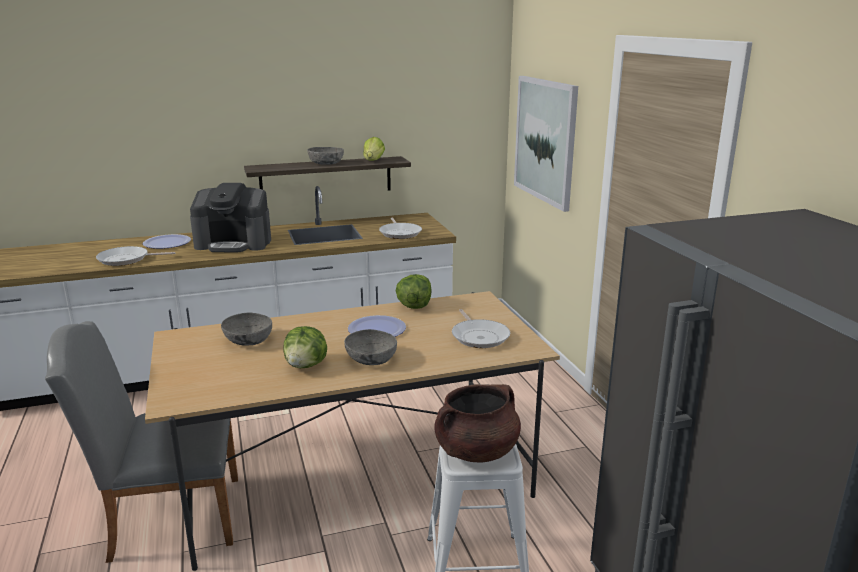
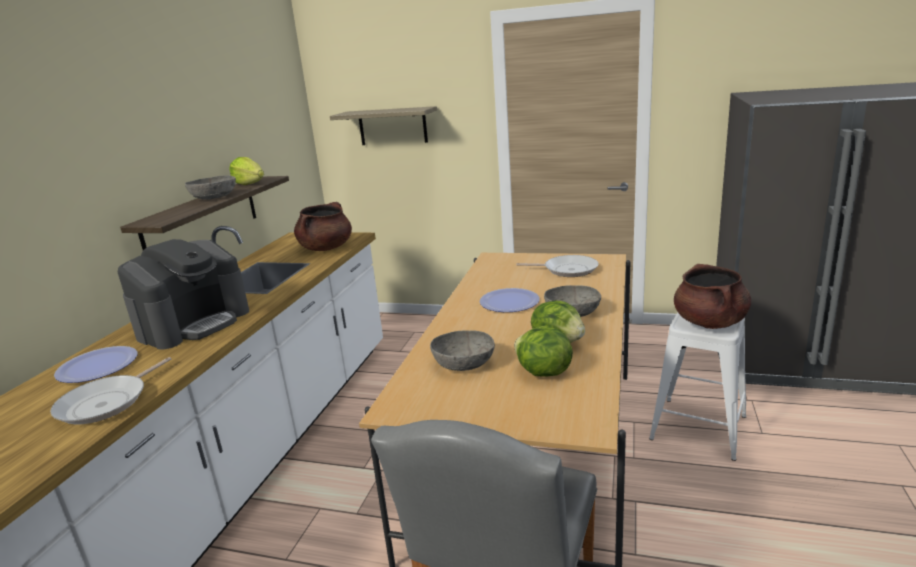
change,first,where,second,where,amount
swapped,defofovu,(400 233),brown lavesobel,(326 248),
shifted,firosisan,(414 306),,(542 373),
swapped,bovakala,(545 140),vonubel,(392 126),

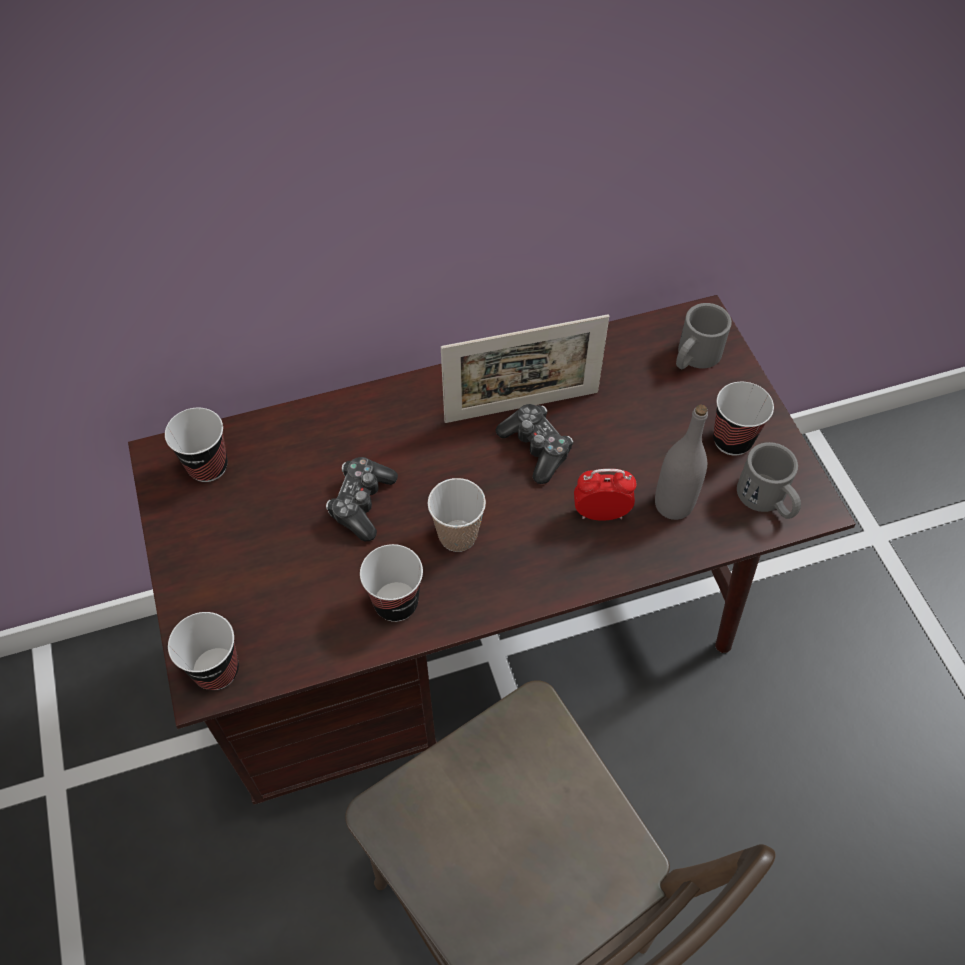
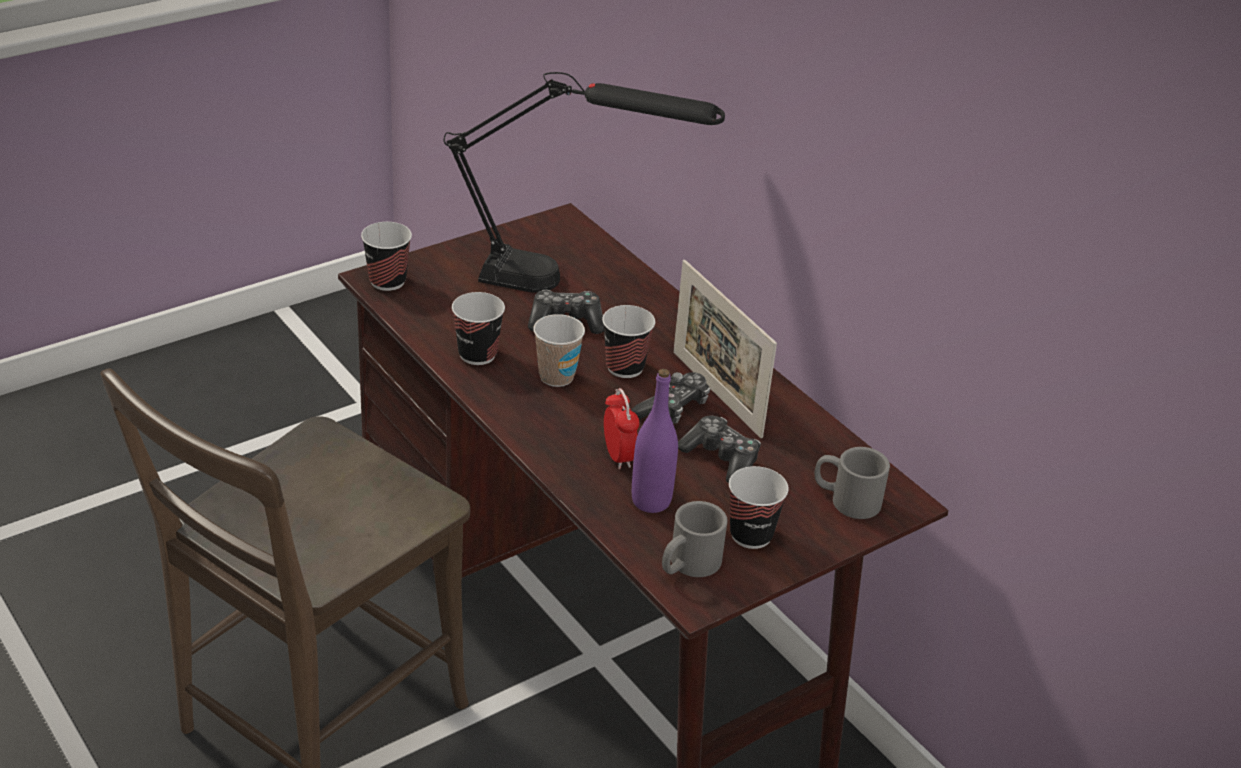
change,first,where,second,where,amount
shifted,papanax,(208 466),,(625 367),
repainted,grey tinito,(673 504),purple tinito,(651 501),
new,,,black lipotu,(571 285),
new,,,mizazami,(721 459),

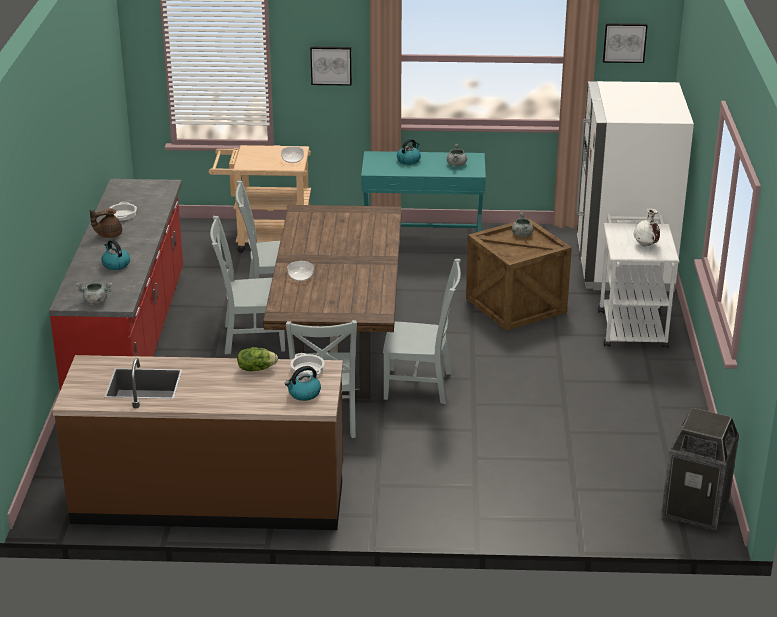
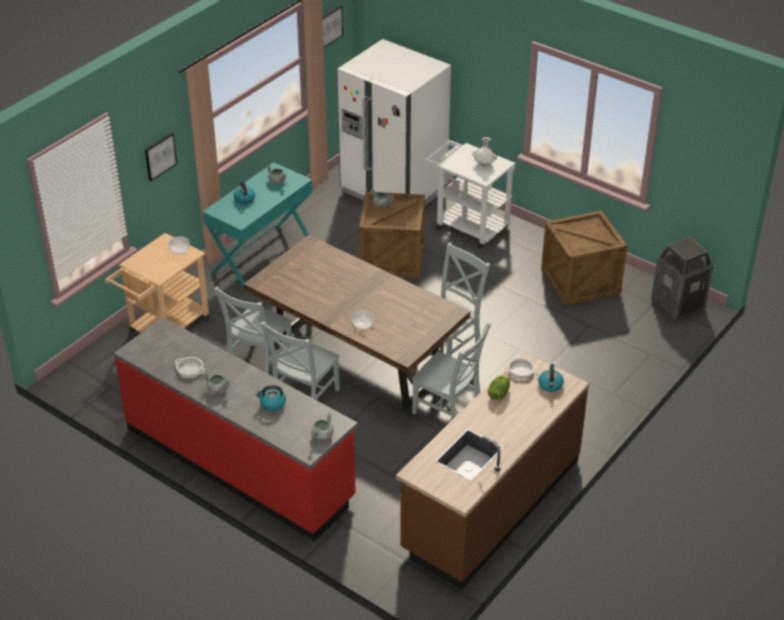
change,first,where,second,where,amount
swapped,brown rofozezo,(108 235),grey lavesobel,(217 390),
new,,,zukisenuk,(579 281),

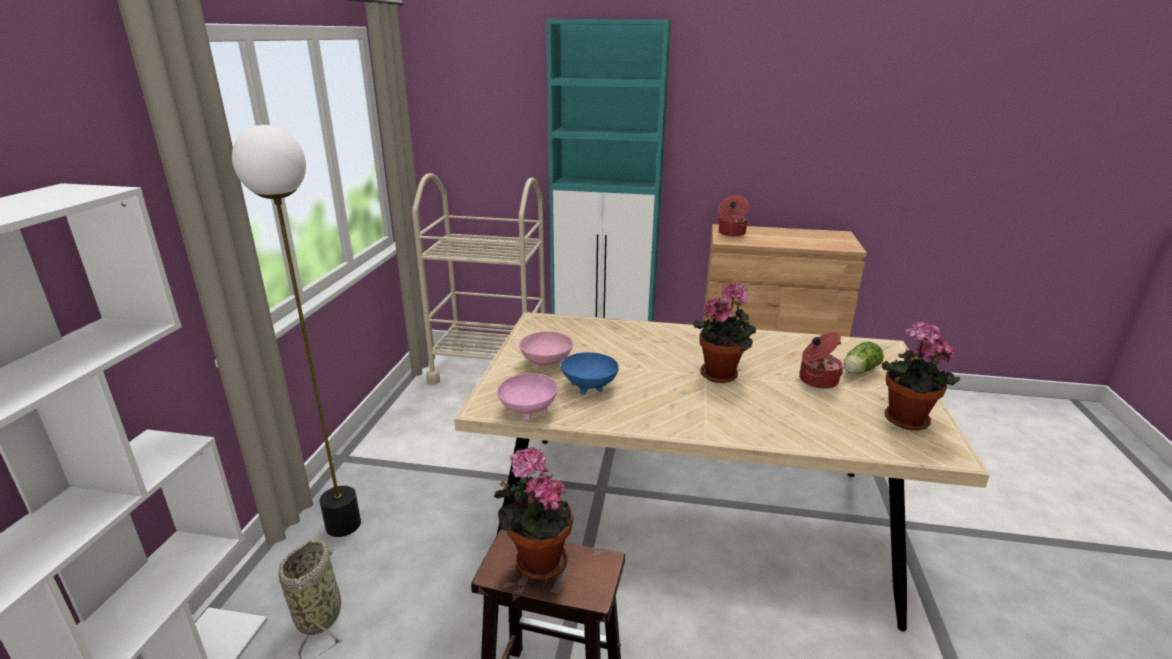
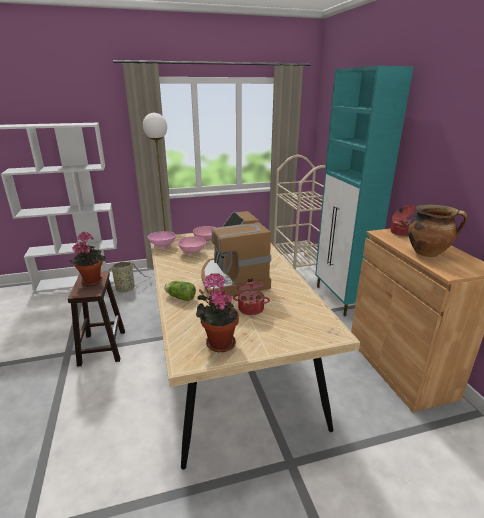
change,first,where,second,where,amount
repainted,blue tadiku,(590 386),pink tadiku,(192 253),
swapped,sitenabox,(721 373),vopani,(232 279),
shifted,firosisan,(858 371),,(180 297),
new,,,lavesobel,(428 253),

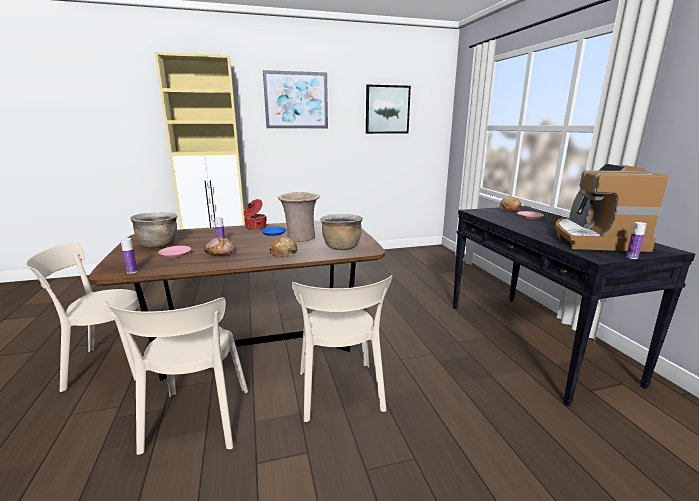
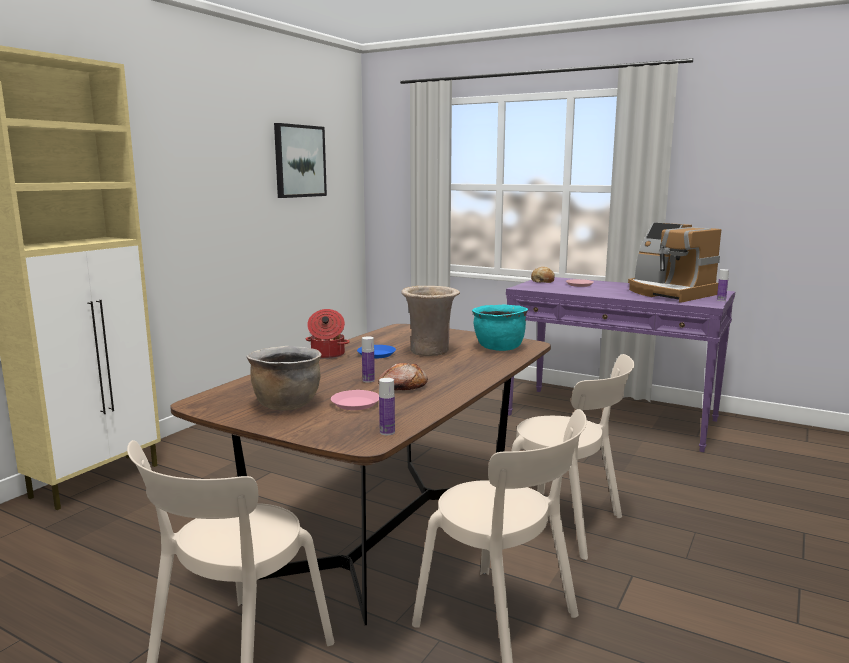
change,first,where,second,where,amount
gone,bovakala,(296 100),,,
gone,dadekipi,(283 253),,,
repainted,brown lavesobel,(341 247),turquoise lavesobel,(498 348),
repainted,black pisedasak,(533 341),purple pisedasak,(611 417),

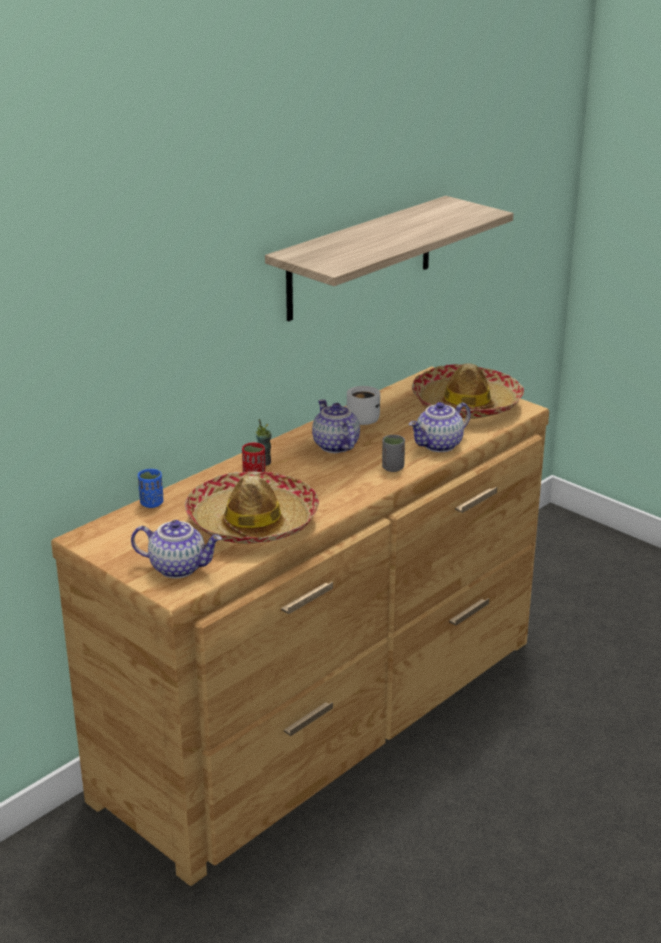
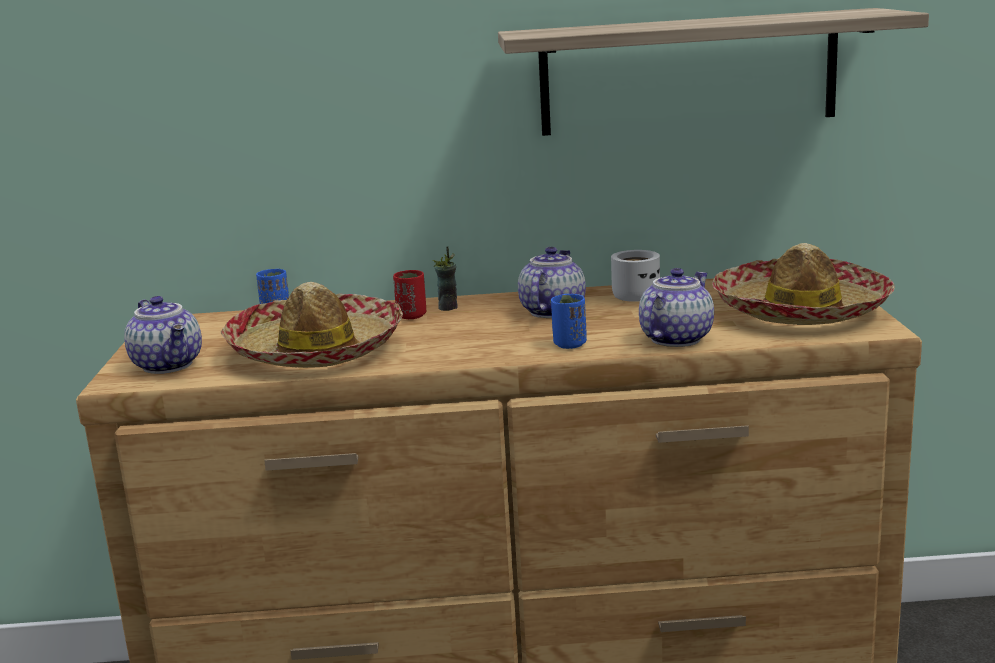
change,first,where,second,where,amount
repainted,grey papanax,(393 468),blue papanax,(569 344),
rotated,rofozezo,(439 445),,(675 338),120 degrees clockwise

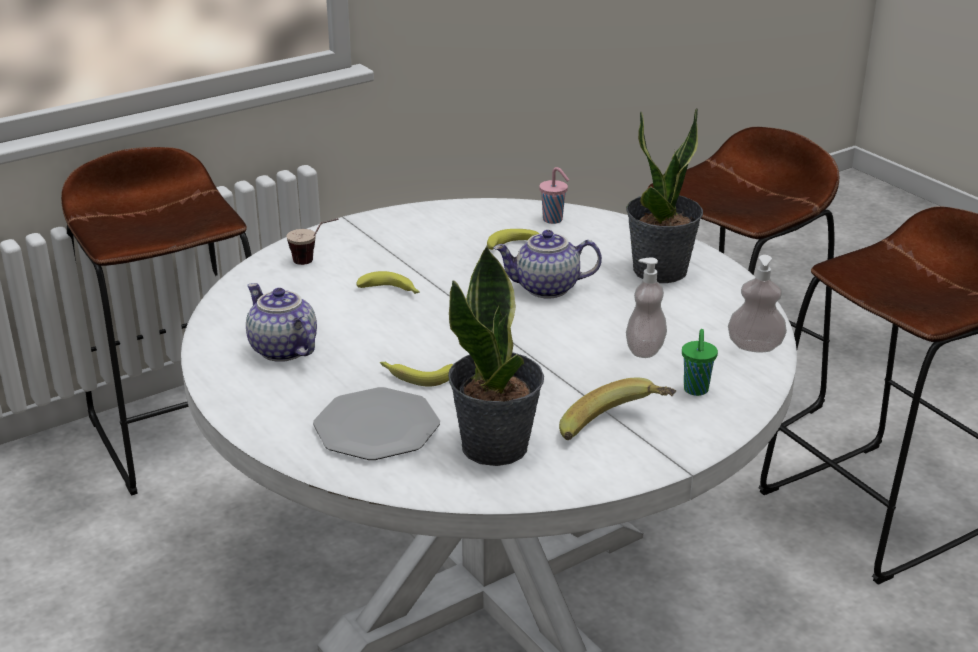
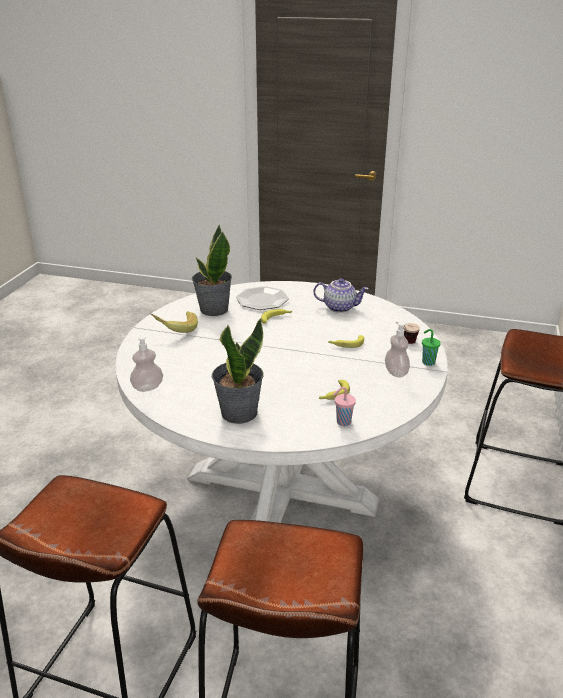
change,first,where,second,where,amount
gone,rofozezo,(546 289),,,
shifted,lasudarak,(645 349),,(396 372),
shifted,green papanax,(696 390),,(427 362),

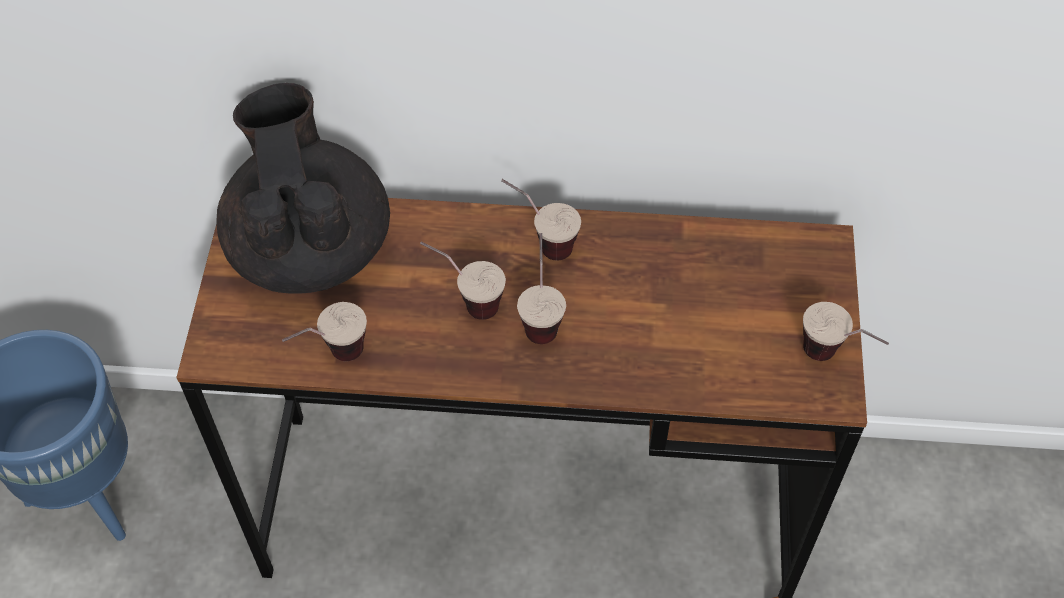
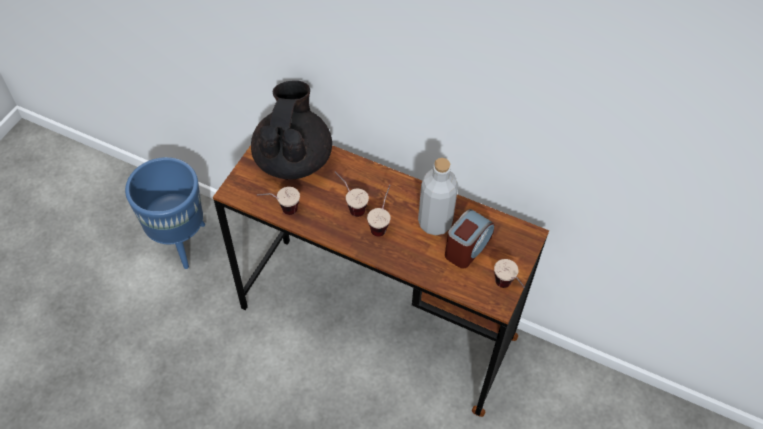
change,first,where,second,where,amount
gone,papanax,(539 242),,,
new,,,grey tinito,(435 222),
new,,,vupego,(467 247),

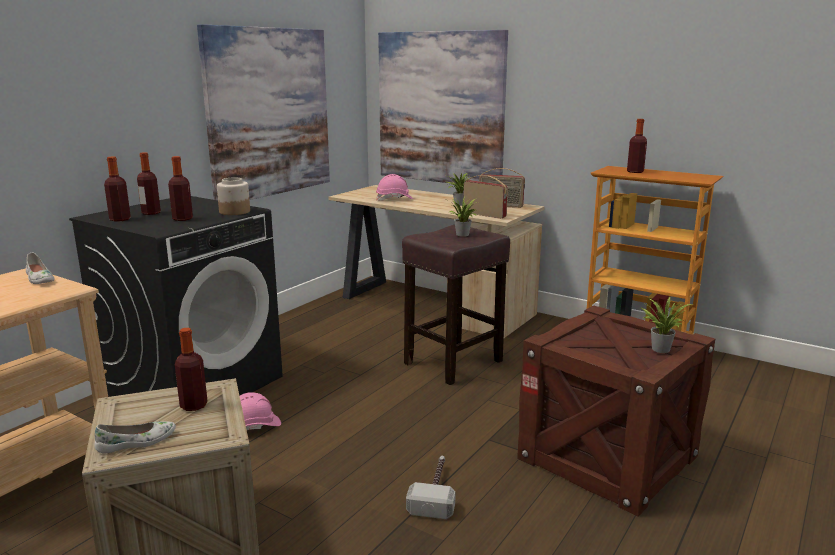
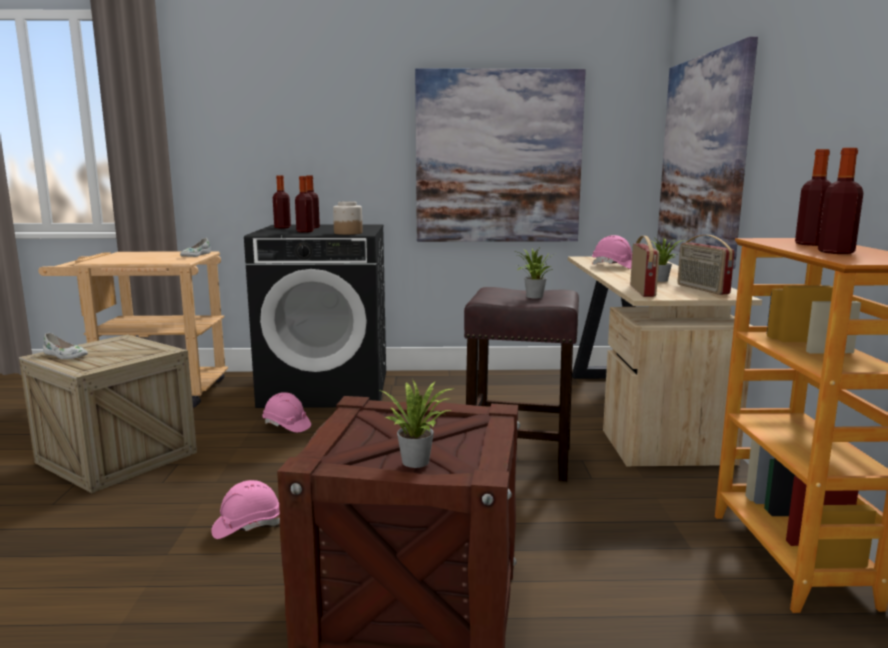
change,first,where,second,where,amount
shifted,tinito,(194 405),,(835 252),
swapped,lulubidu,(435 491),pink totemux,(247 526),

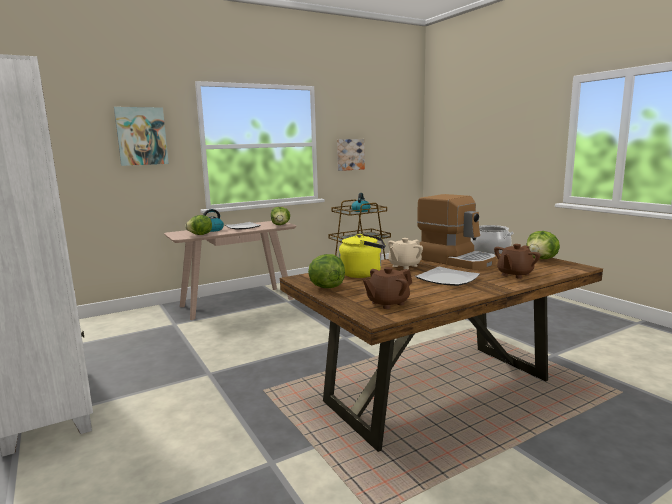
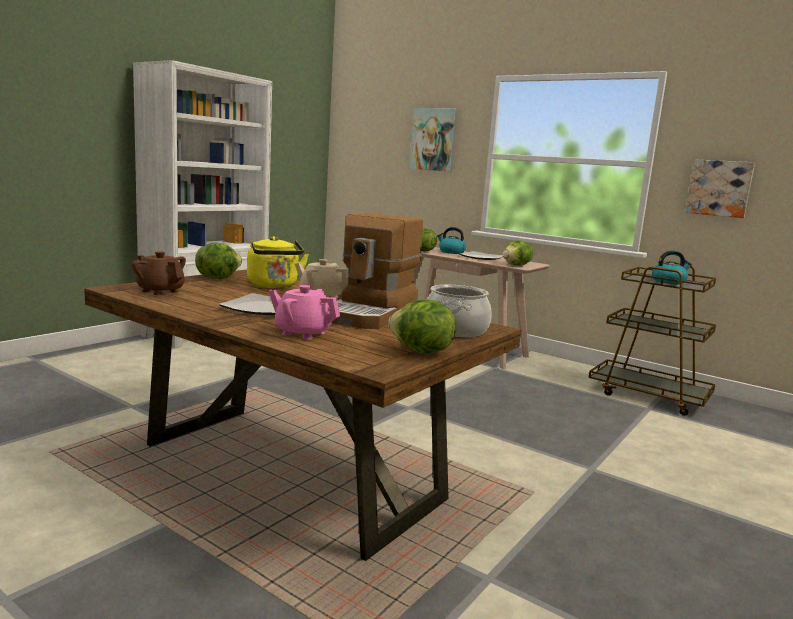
change,first,where,second,where,amount
repainted,brown rofozezo,(514 274),pink rofozezo,(302 333),

